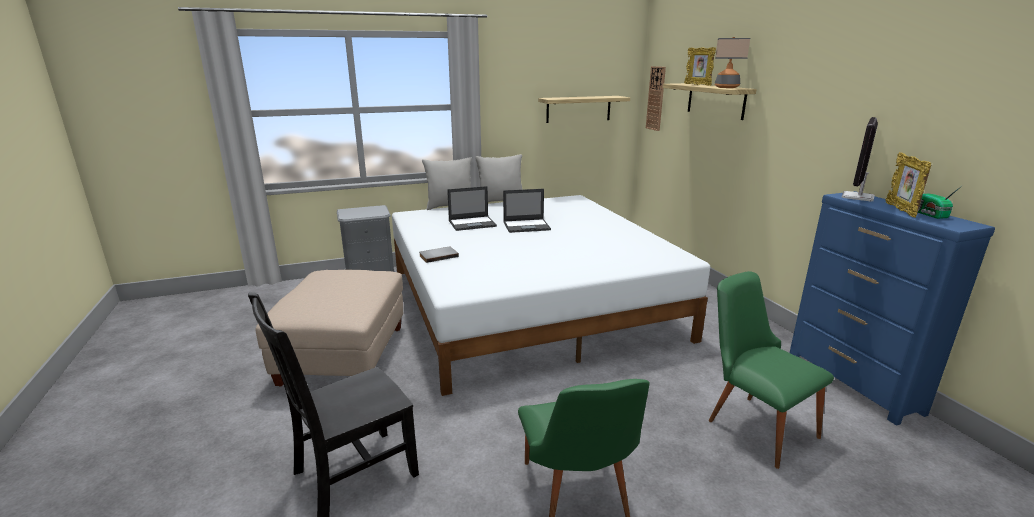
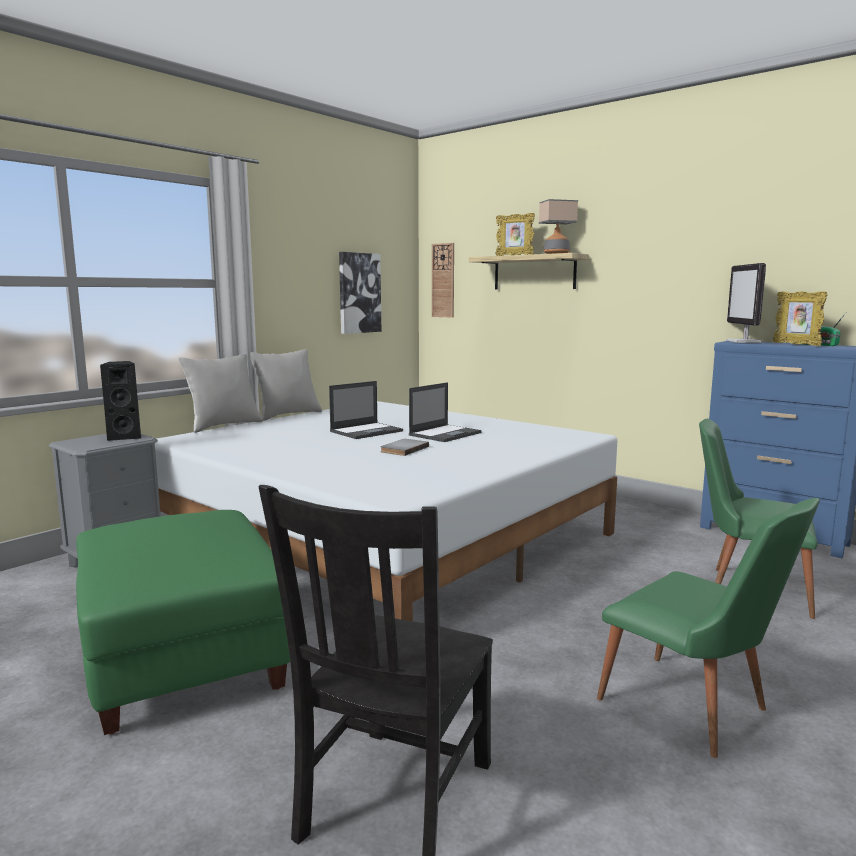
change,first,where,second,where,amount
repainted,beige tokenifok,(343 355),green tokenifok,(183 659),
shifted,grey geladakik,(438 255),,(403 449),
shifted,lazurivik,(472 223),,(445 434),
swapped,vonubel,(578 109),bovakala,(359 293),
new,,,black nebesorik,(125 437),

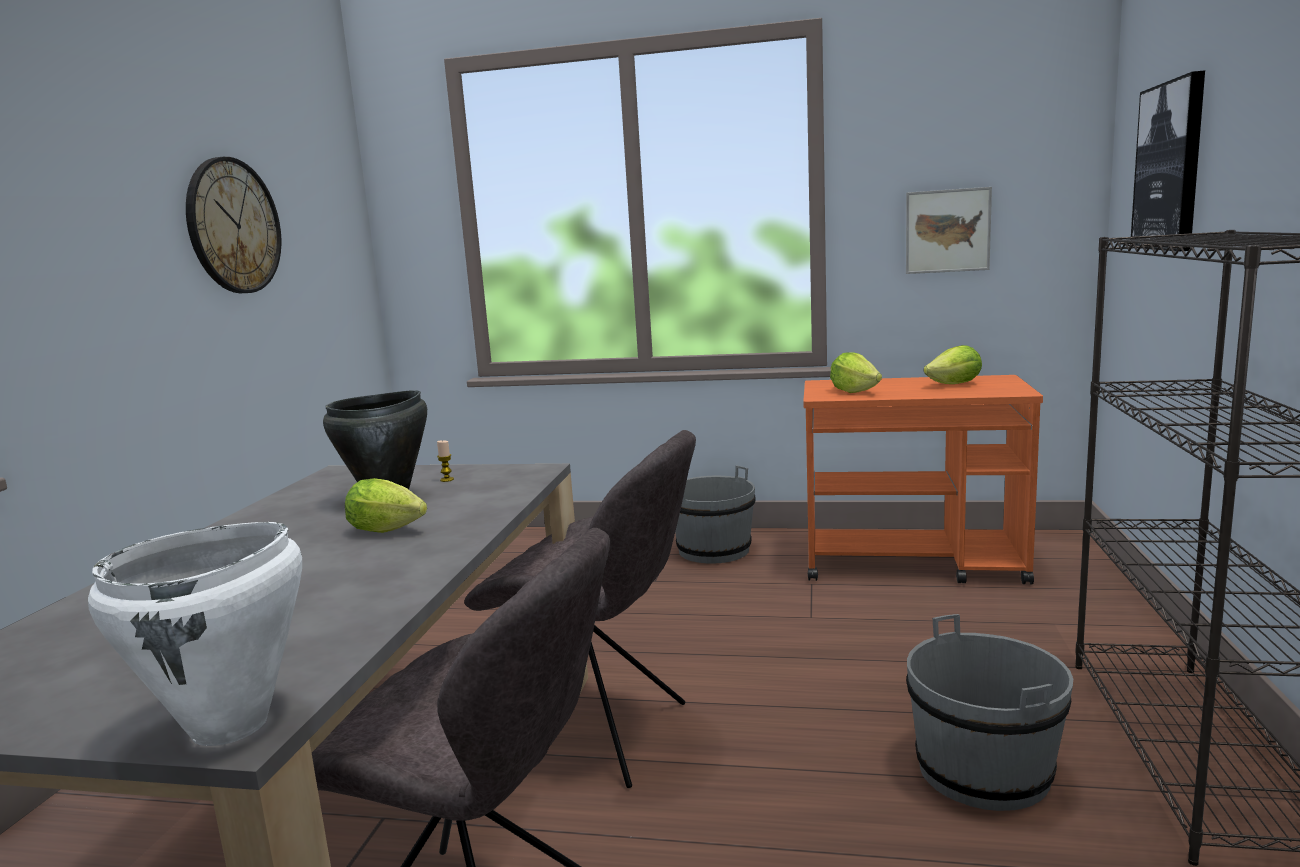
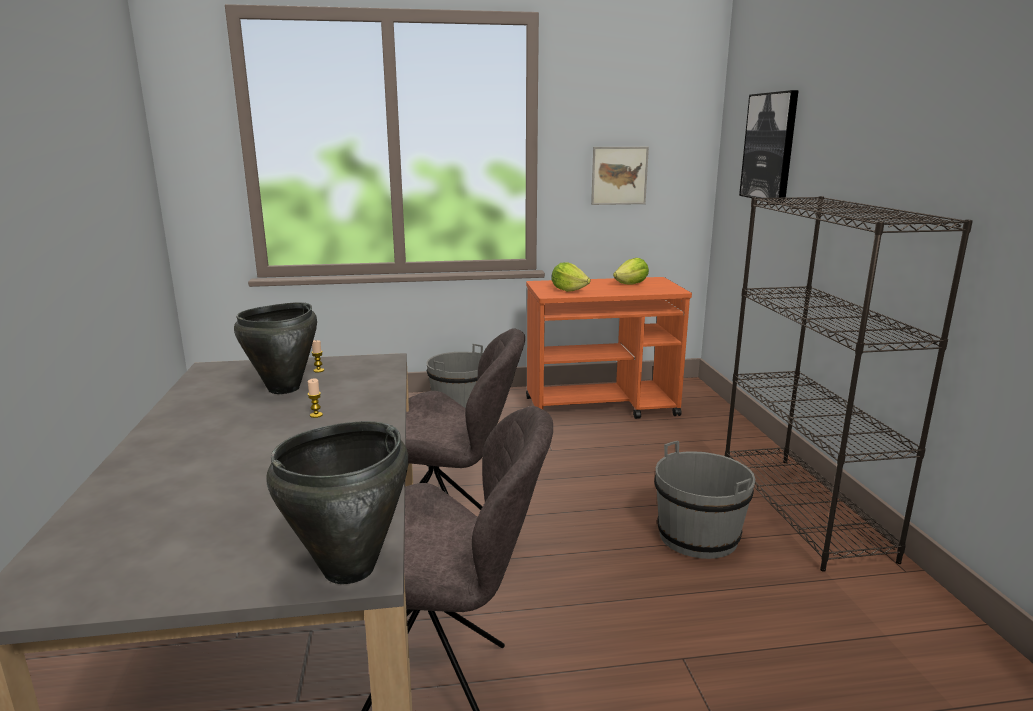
change,first,where,second,where,amount
repainted,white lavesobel,(231 726),black lavesobel,(350 569),
gone,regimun,(233 226),,,
swapped,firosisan,(391 531),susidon,(316 415),

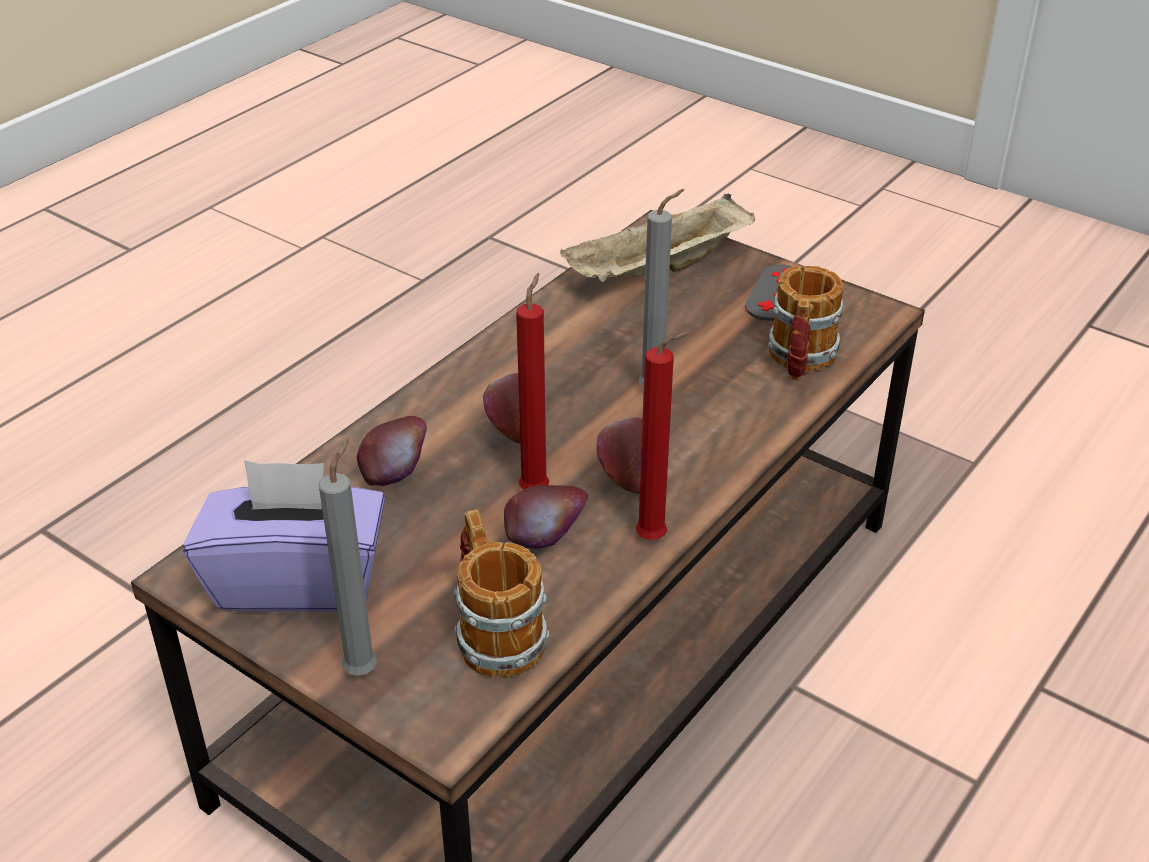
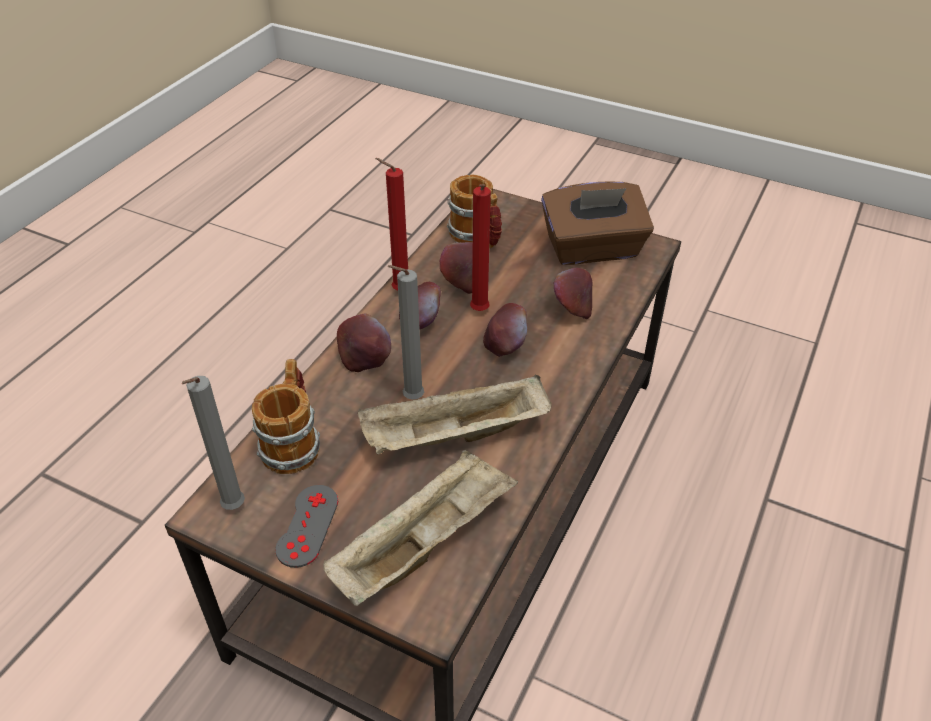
change,first,where,second,where,amount
repainted,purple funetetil,(298 580),brown funetetil,(593 249),
shifted,grey susidon,(364 668),,(232 509),
new,,,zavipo,(365 360),
new,,,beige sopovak,(454 437),

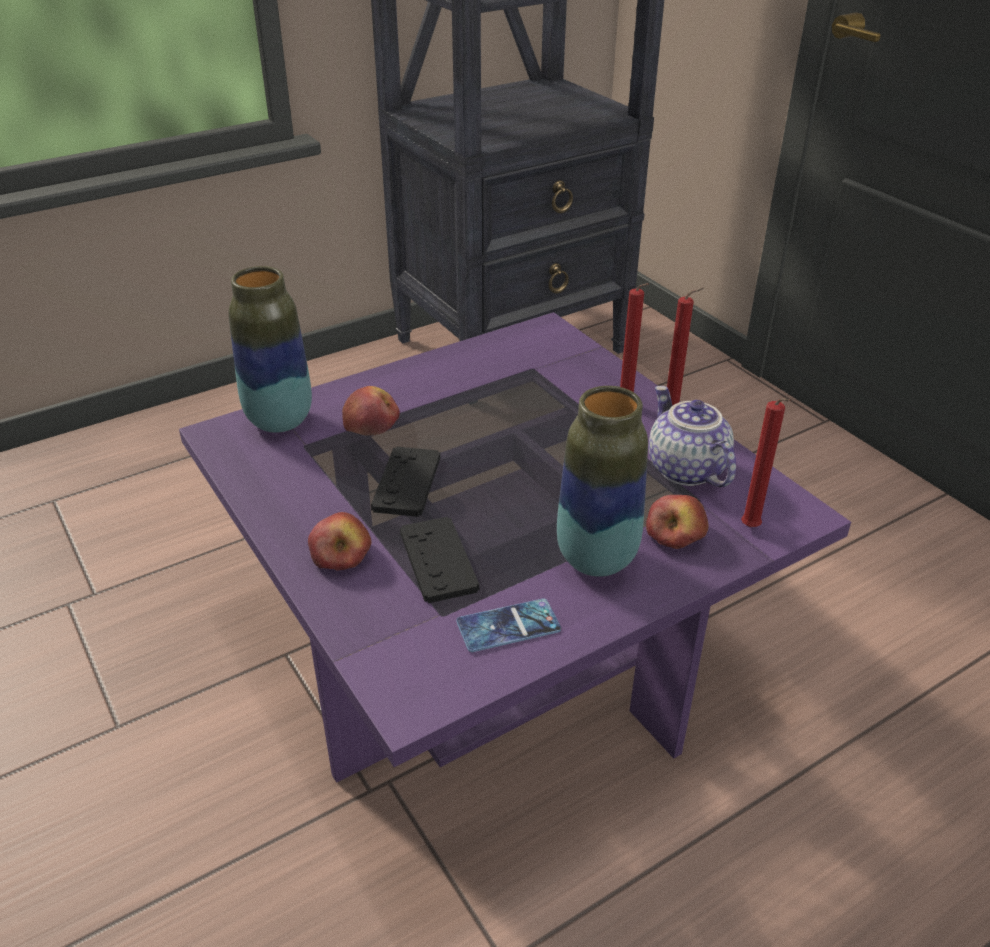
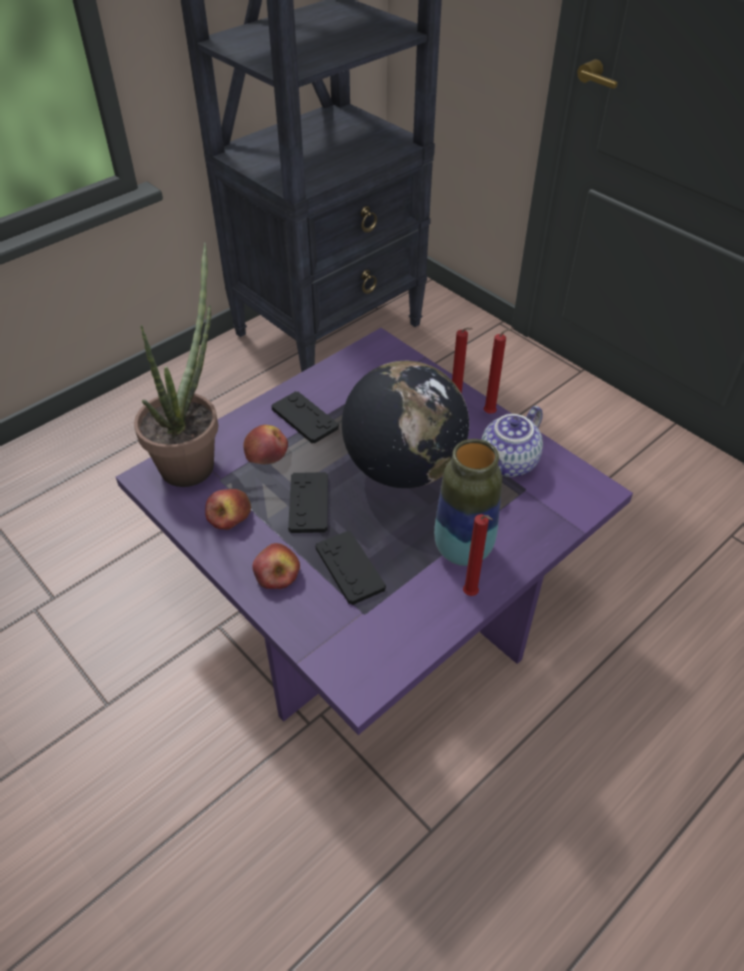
change,first,where,second,where,amount
swapped,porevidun,(279 420),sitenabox,(194 459),
gone,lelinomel,(508 626),,,
shifted,zavipo,(676 534),,(229 516),
rotated,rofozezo,(684 469),,(509 463),105 degrees counterclockwise
shifted,red susidon,(751 529),,(471 595),
new,,,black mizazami,(304 418),
new,,,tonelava,(403 468),

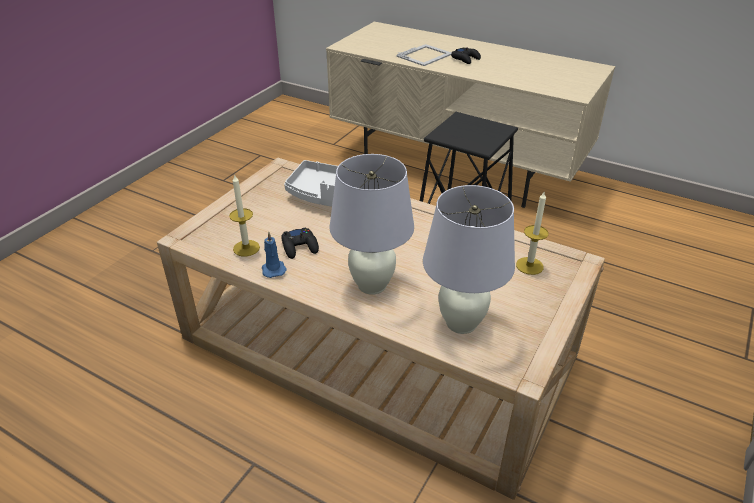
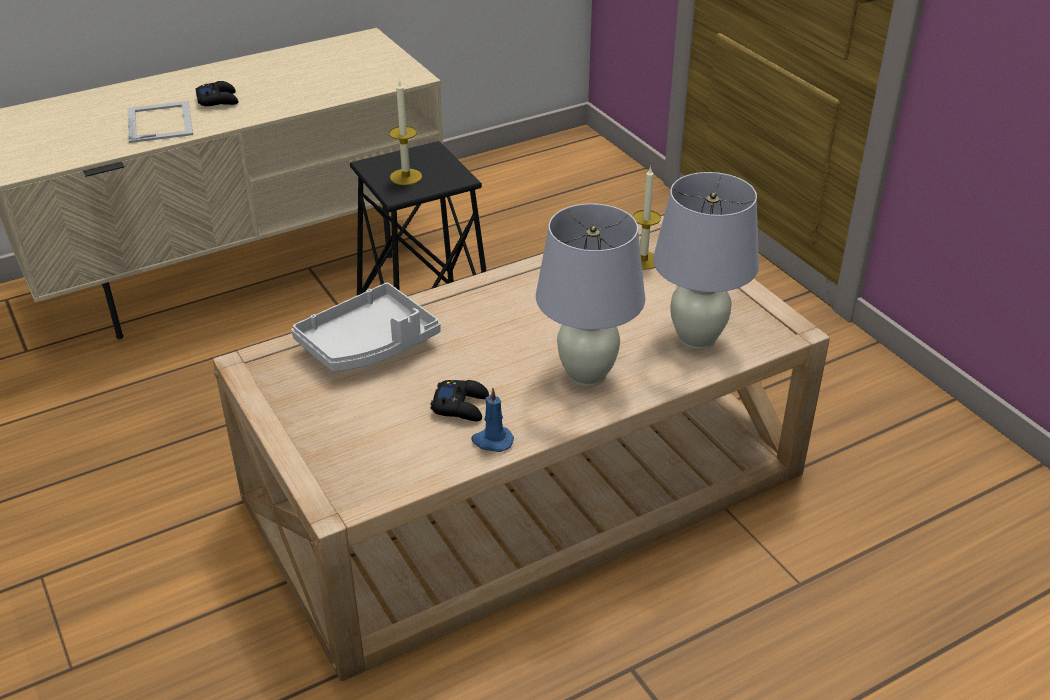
change,first,where,second,where,amount
shifted,susidon,(246 248),,(406 177),

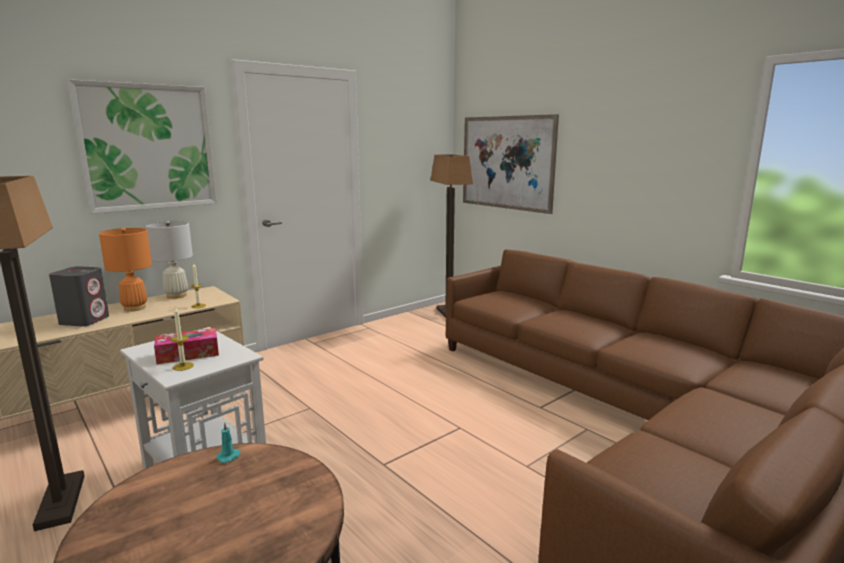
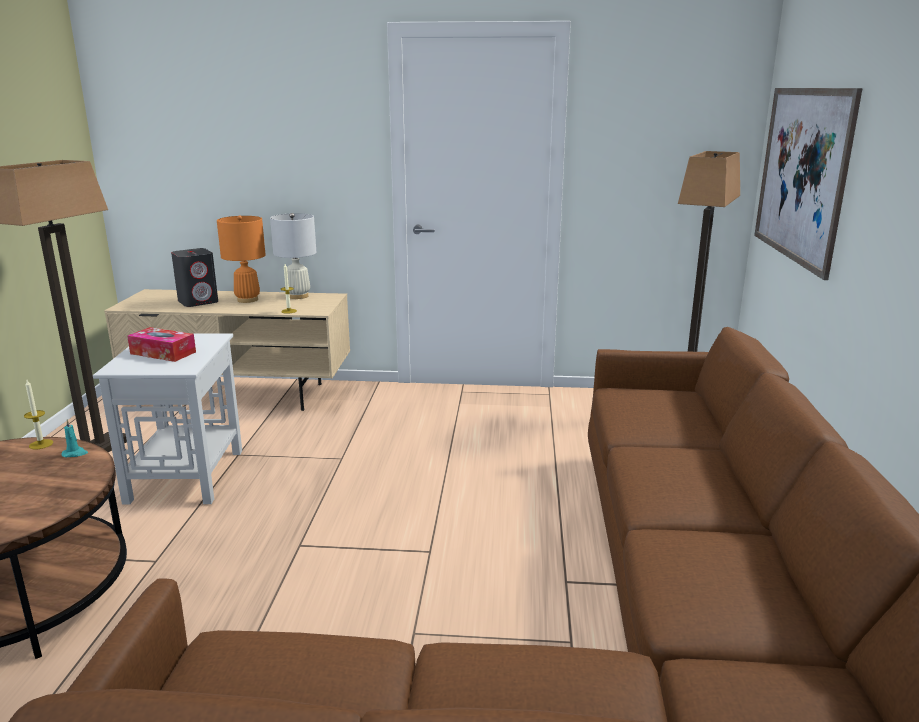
change,first,where,second,where,amount
gone,bovakala,(148 147),,,
shifted,susidon,(183 366),,(41 444),

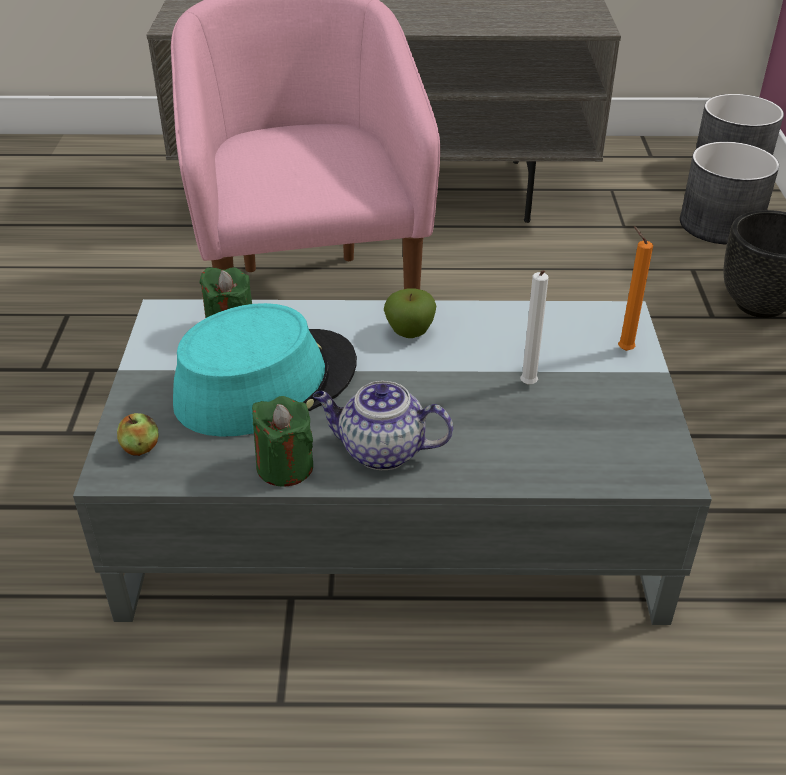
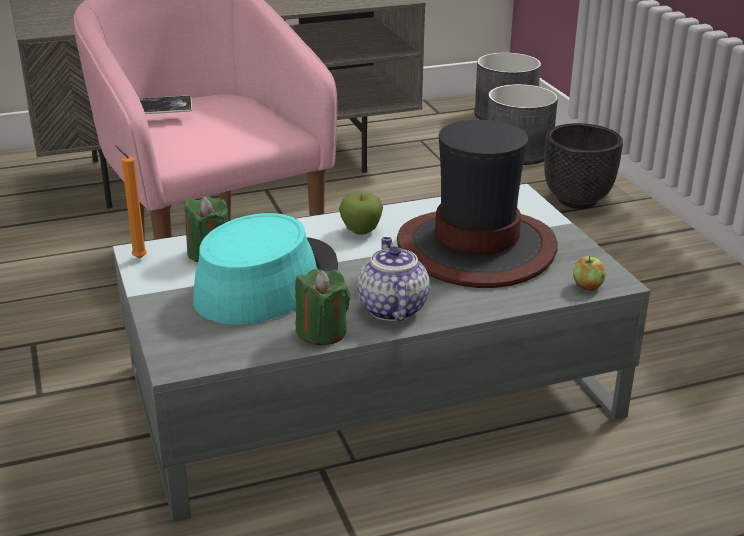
change,first,where,second,where,amount
shifted,zavipo,(140 448),,(587 286),
rotated,rofozezo,(380 451),,(391 308),90 degrees clockwise
swapped,white susidon,(528 386),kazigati,(476 248),
shifted,orange susidon,(623 349),,(137 258),
new,,,lelinomel,(164 109),

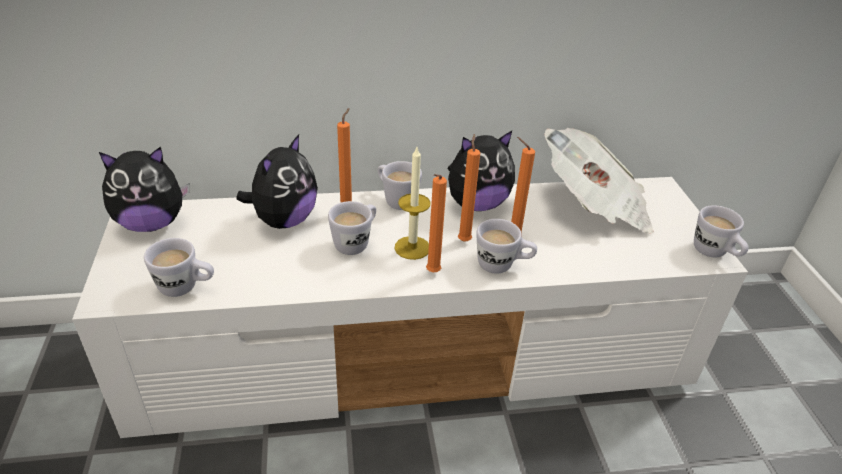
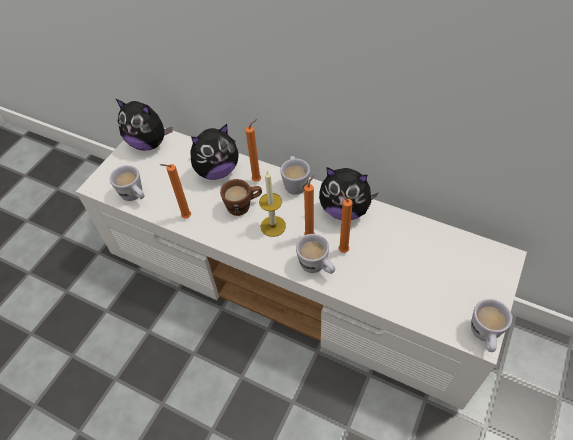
change,first,where,second,where,amount
repainted,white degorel,(356 242),brown degorel,(244 206),
shifted,orange susidon,(431 273),,(185 217),
gone,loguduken,(595 206),,,

